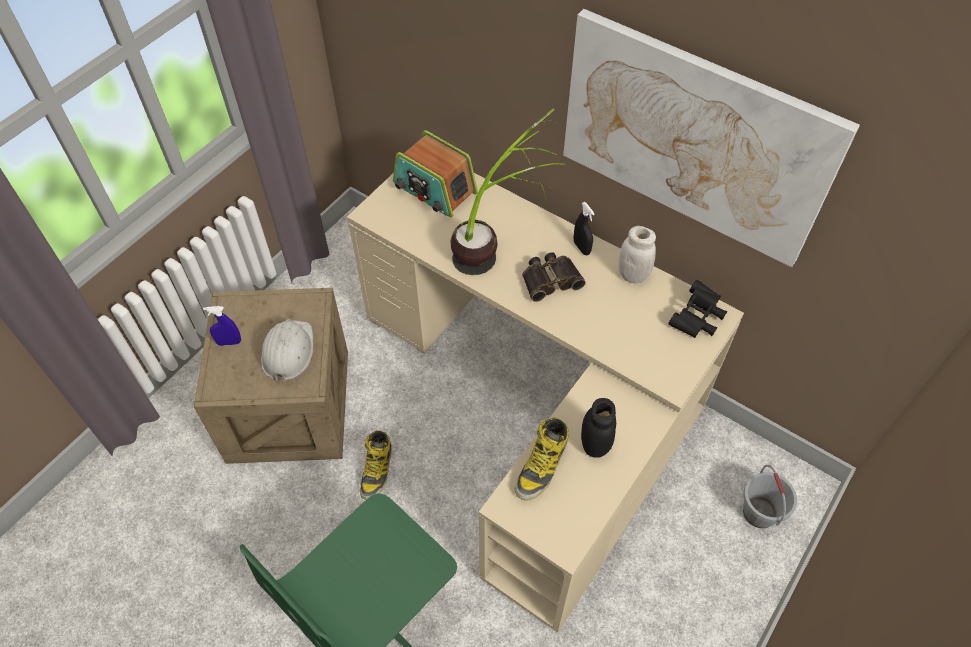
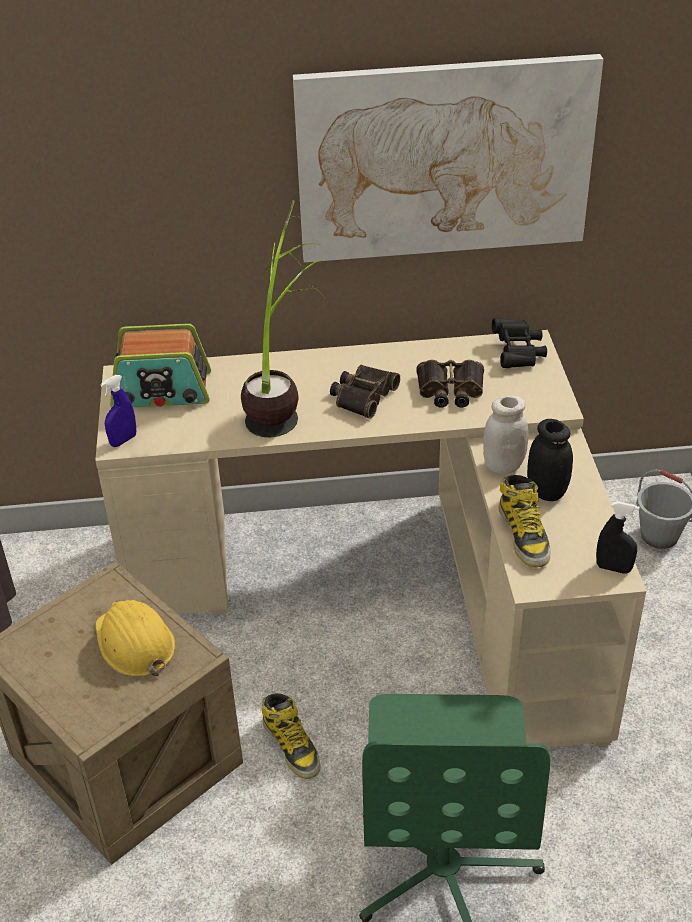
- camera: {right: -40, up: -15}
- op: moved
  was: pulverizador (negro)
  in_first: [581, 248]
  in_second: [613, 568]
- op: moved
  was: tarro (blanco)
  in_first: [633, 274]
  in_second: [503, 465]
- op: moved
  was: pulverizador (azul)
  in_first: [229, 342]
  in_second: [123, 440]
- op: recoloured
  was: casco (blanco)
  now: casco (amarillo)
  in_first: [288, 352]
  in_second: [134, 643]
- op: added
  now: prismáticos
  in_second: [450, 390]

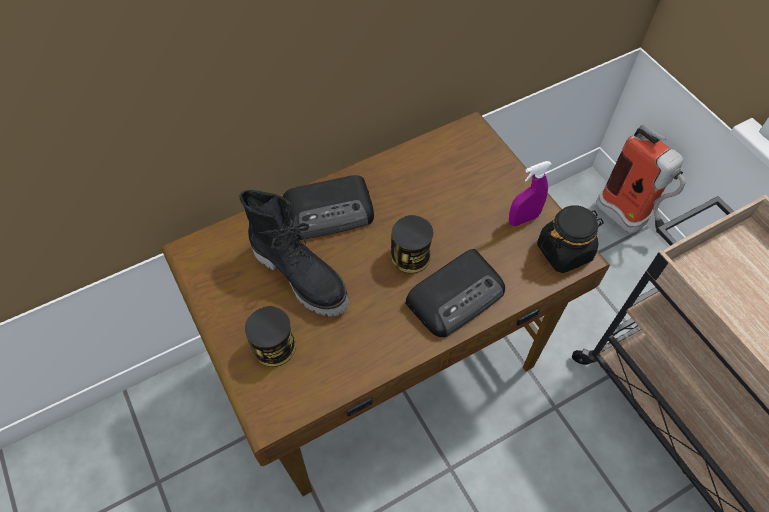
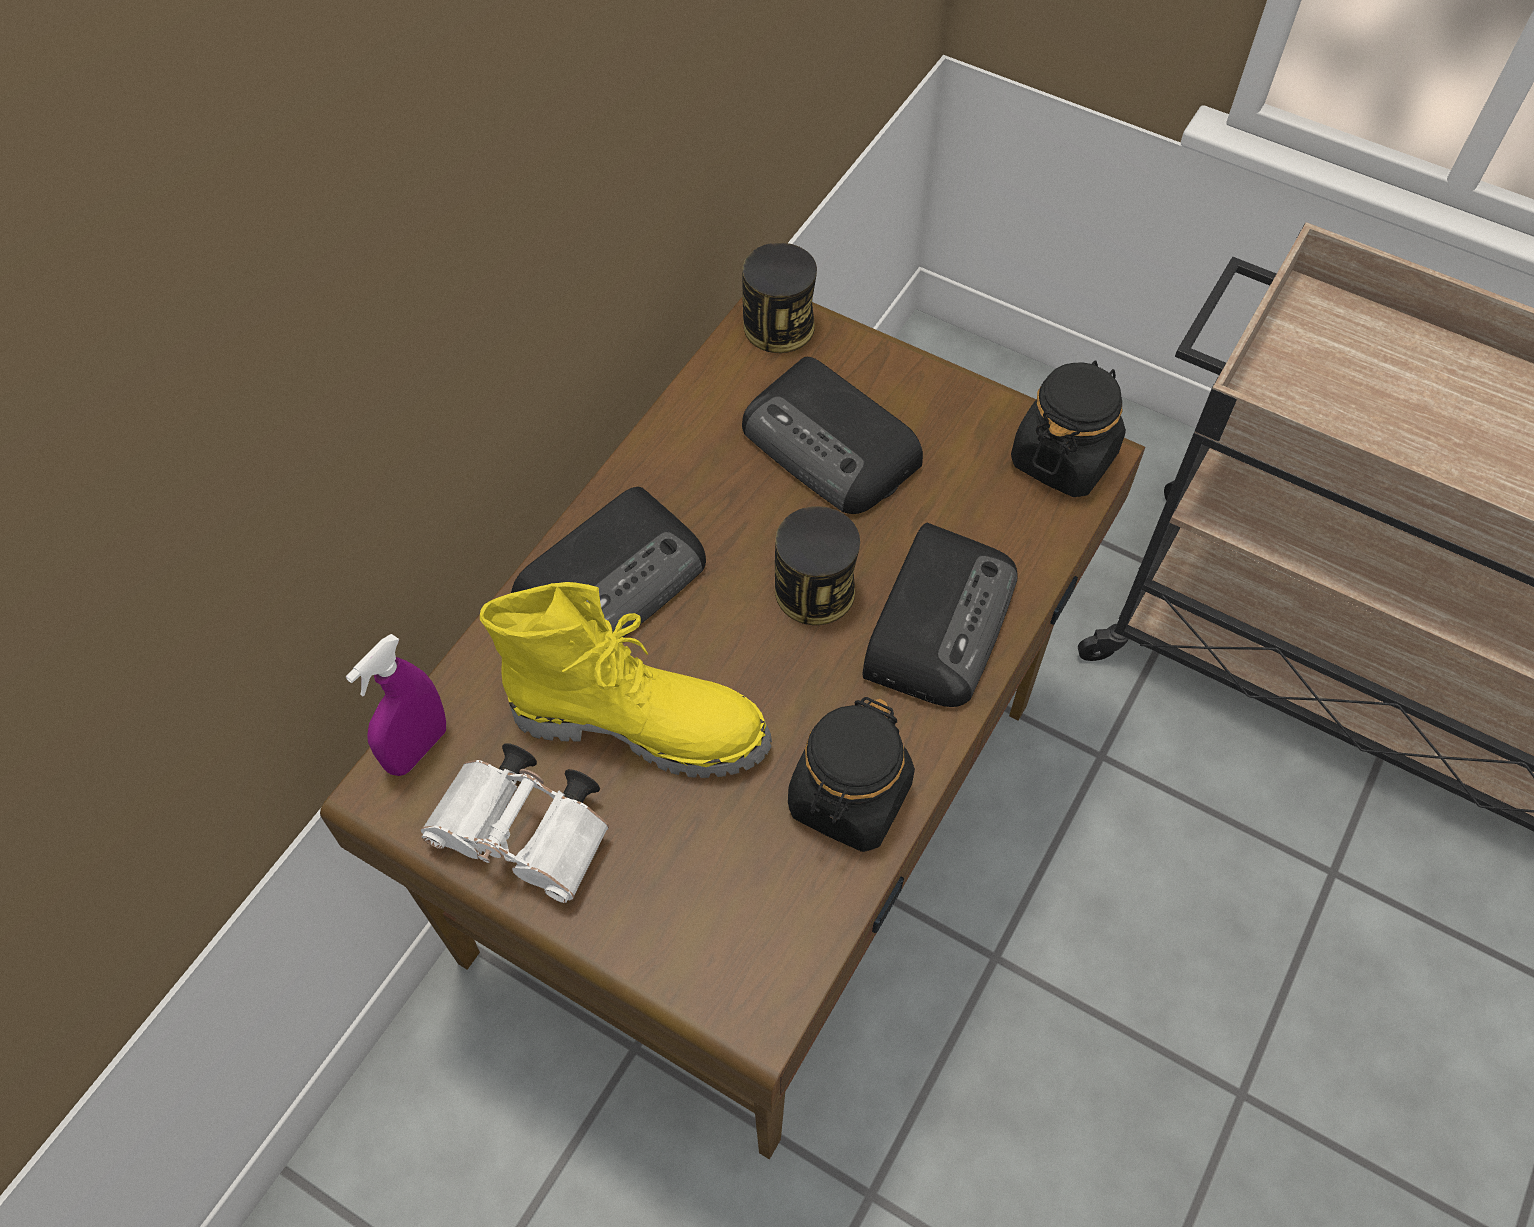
- camera: {right: -30, up: 0}
- op: removed
  was: extintor
  in_first: [627, 222]
- op: moved
  was: pulverizador (morado)
  in_first: [523, 219]
  in_second: [418, 749]
- op: recoloured
  was: bota (negro)
  now: bota (amarillo)
  in_first: [302, 275]
  in_second: [641, 724]
- op: moved
  was: lata
  in_first: [274, 346]
  in_second: [778, 326]
- op: added
  now: radio
  in_second: [832, 447]
- op: added
  now: tarro (negro)
  in_second: [849, 799]
- op: added
  now: prismáticos (blanco)
  in_second: [529, 836]

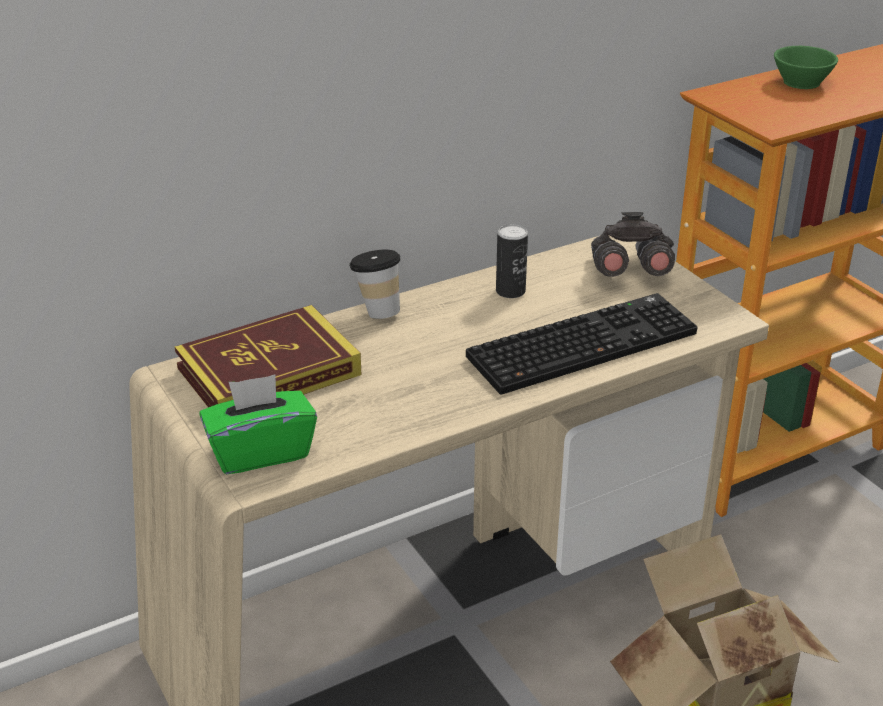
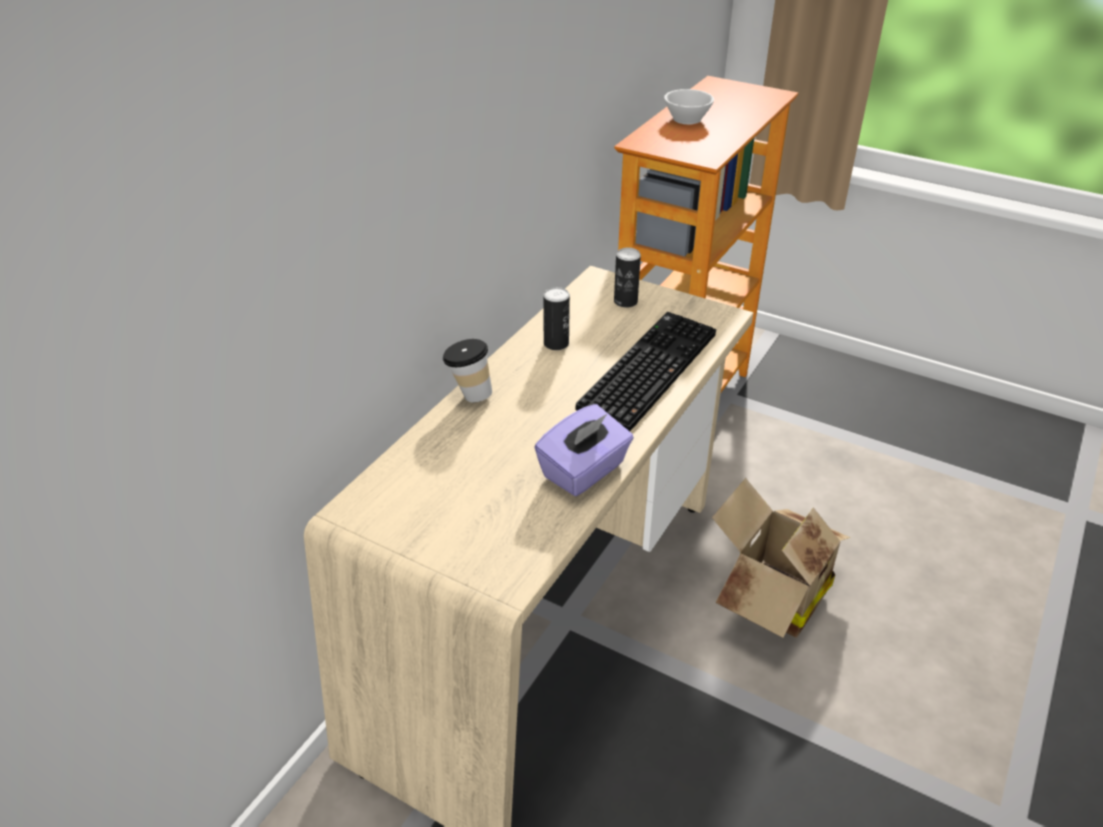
- camera: {right: -30, up: 5}
- op: recoloured
  was: taza (verde)
  now: taza (blanco)
  in_first: [799, 81]
  in_second: [685, 118]
- op: replaced
  was: prismáticos (gris)
  now: lata
  in_first: [627, 273]
  in_second: [625, 301]
- op: removed
  was: libro
  in_first: [269, 371]
- op: removed
  was: caja de pañuelos (verde)
  in_first: [260, 451]
- op: added
  now: caja de pañuelos (morado)
  in_second: [584, 471]

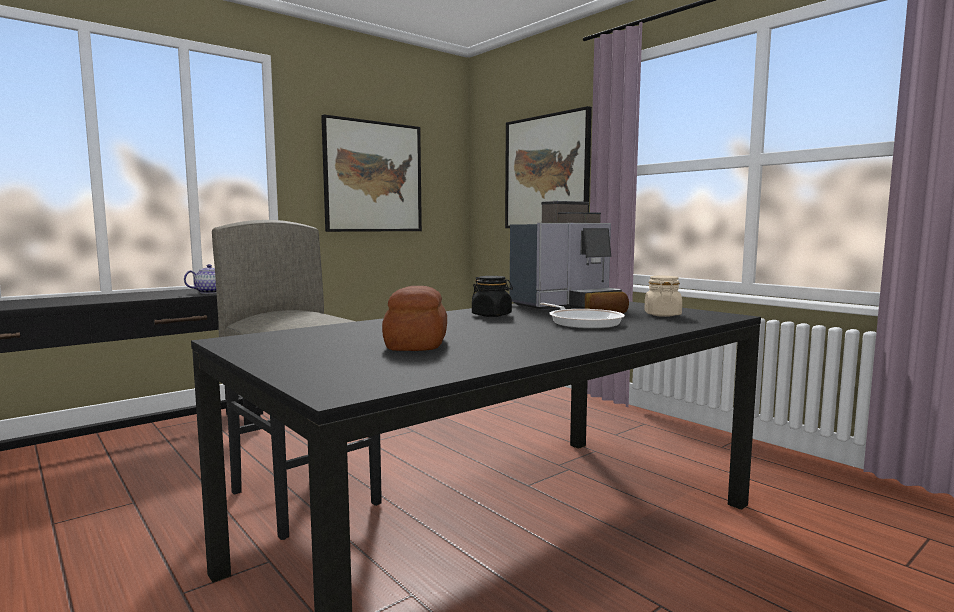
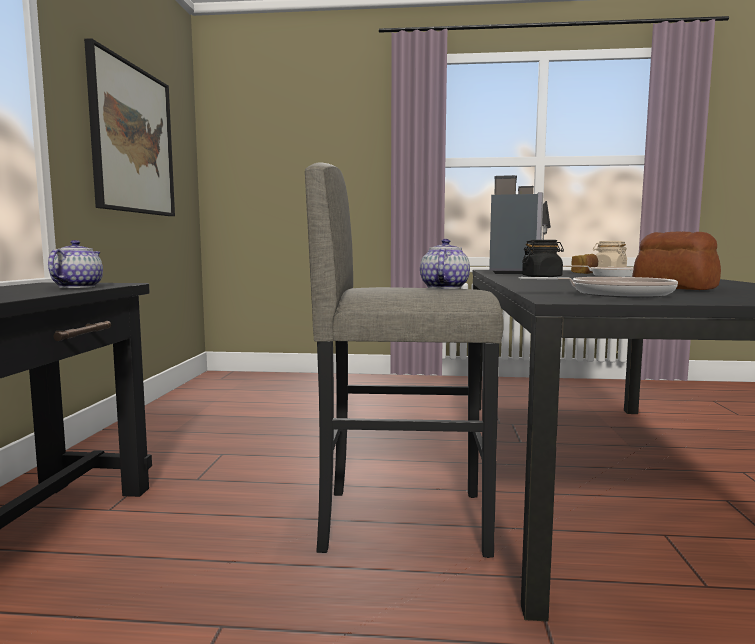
- camera: {right: -45, up: 0}
- op: removed
  was: cuadro
  in_first: [546, 172]
- op: added
  now: tetera
  in_second: [444, 287]
- op: added
  now: sartén
  in_second: [614, 294]

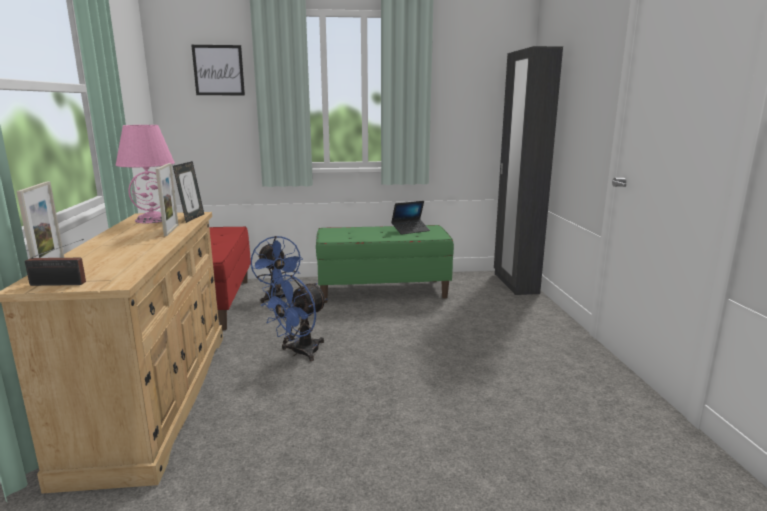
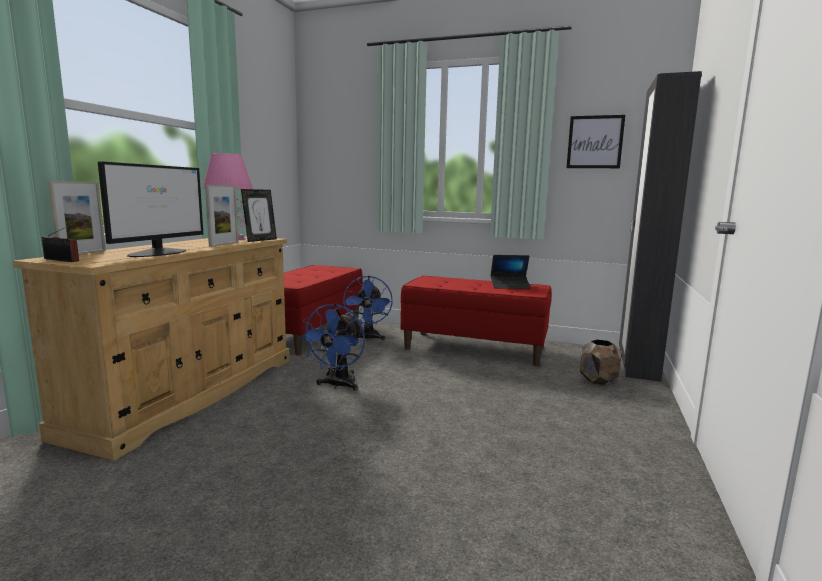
- camera: {right: 25, up: -5}
- op: moved
  was: cuadro
  in_first: [218, 70]
  in_second: [595, 142]
- op: recoloured
  was: banco (verde)
  now: banco (rojo)
  in_first: [383, 290]
  in_second: [474, 348]
- op: turned
  was: ventilador (azul)
  in_first: [299, 353]
  in_second: [338, 385]
  clockwise: -45
- op: added
  now: monitor
  in_second: [159, 253]
- op: added
  now: maceta (marrón)
  in_second: [598, 380]

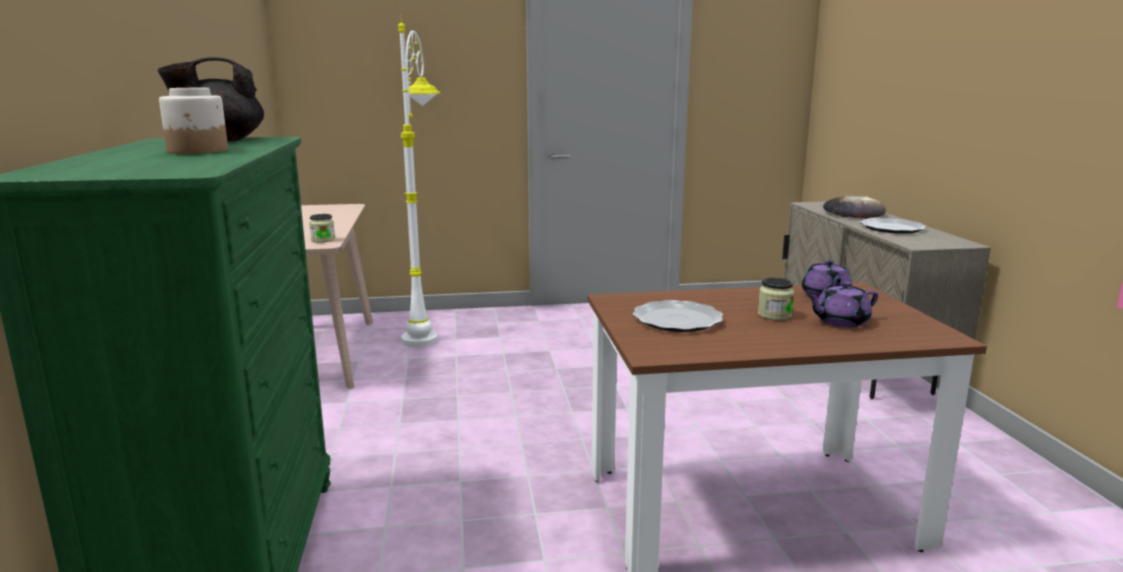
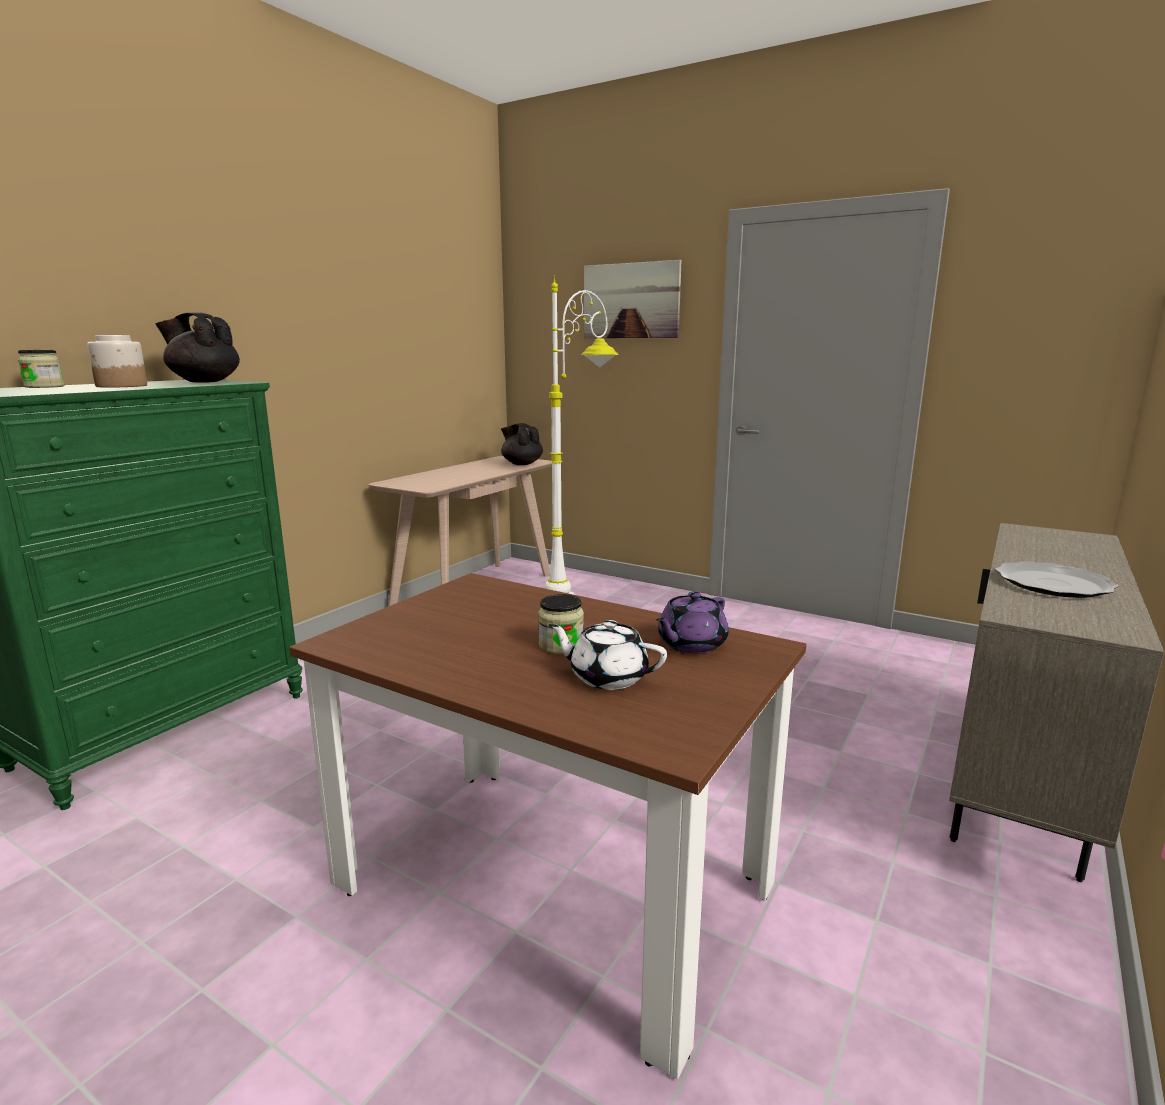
- camera: {right: 40, up: 0}
- op: removed
  was: pan
  in_first: [853, 213]
- op: moved
  was: tarro
  in_first: [323, 240]
  in_second: [44, 387]
- op: recoloured
  was: tetera (morado)
  now: tetera (blanco)
  in_first: [840, 321]
  in_second: [607, 677]
- op: removed
  was: plato
  in_first: [676, 320]
- op: added
  now: cuadro
  in_second: [631, 301]
- op: added
  now: tetera (negro)
  in_second: [521, 464]

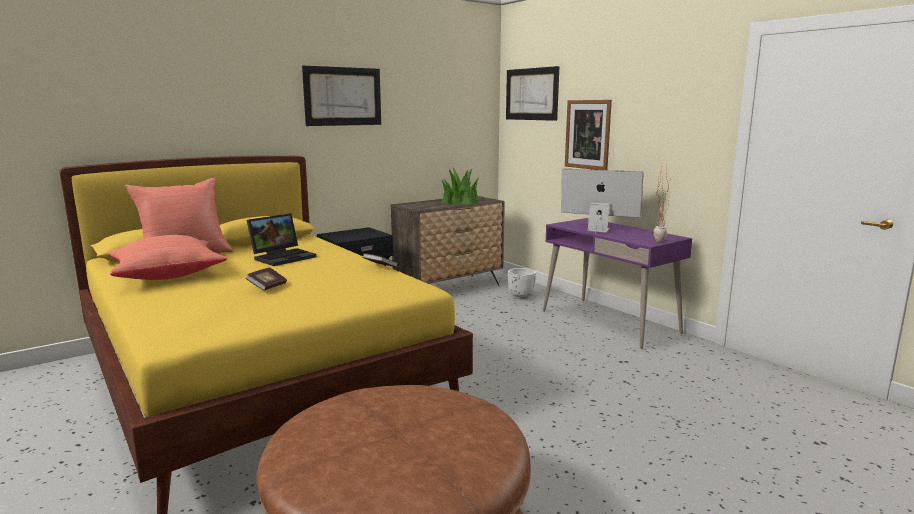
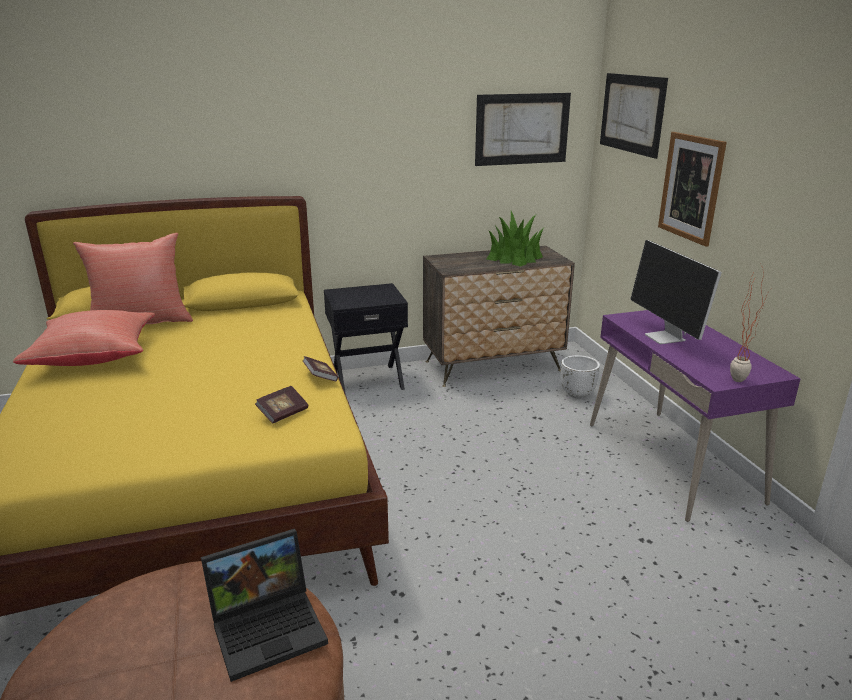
- camera: {right: 20, up: 10}
- op: moved
  was: cuadro
  in_first: [343, 96]
  in_second: [522, 129]
- op: turned
  was: monitor
  in_first: [597, 230]
  in_second: [666, 338]
  clockwise: -150
- op: moved
  was: portátil
  in_first: [283, 257]
  in_second: [270, 626]
- op: moved
  was: libro
  in_first: [267, 287]
  in_second: [283, 413]

